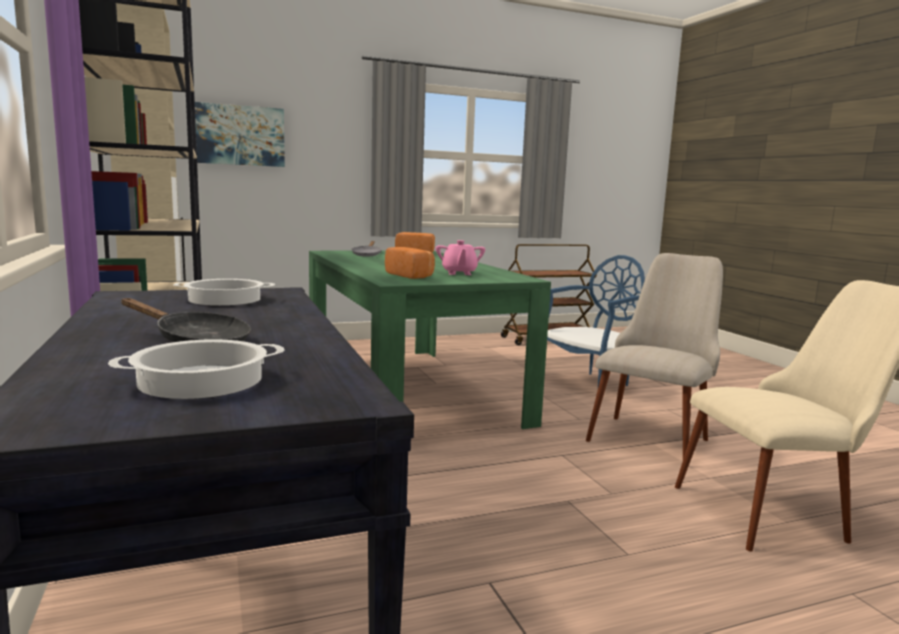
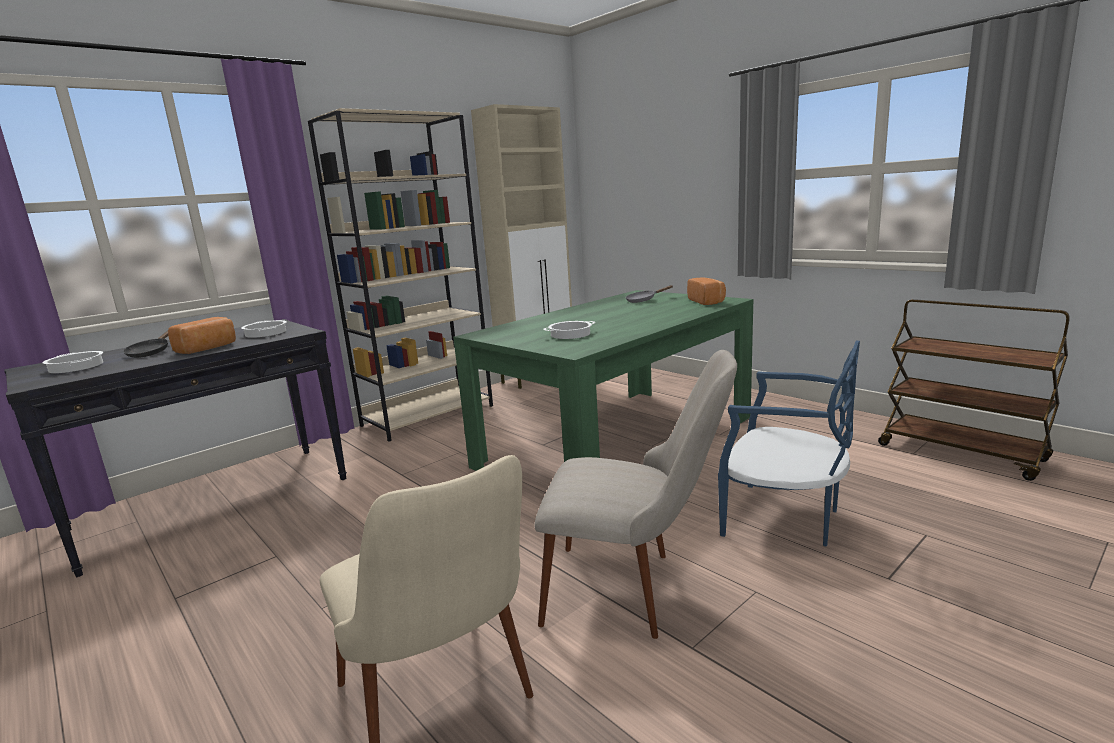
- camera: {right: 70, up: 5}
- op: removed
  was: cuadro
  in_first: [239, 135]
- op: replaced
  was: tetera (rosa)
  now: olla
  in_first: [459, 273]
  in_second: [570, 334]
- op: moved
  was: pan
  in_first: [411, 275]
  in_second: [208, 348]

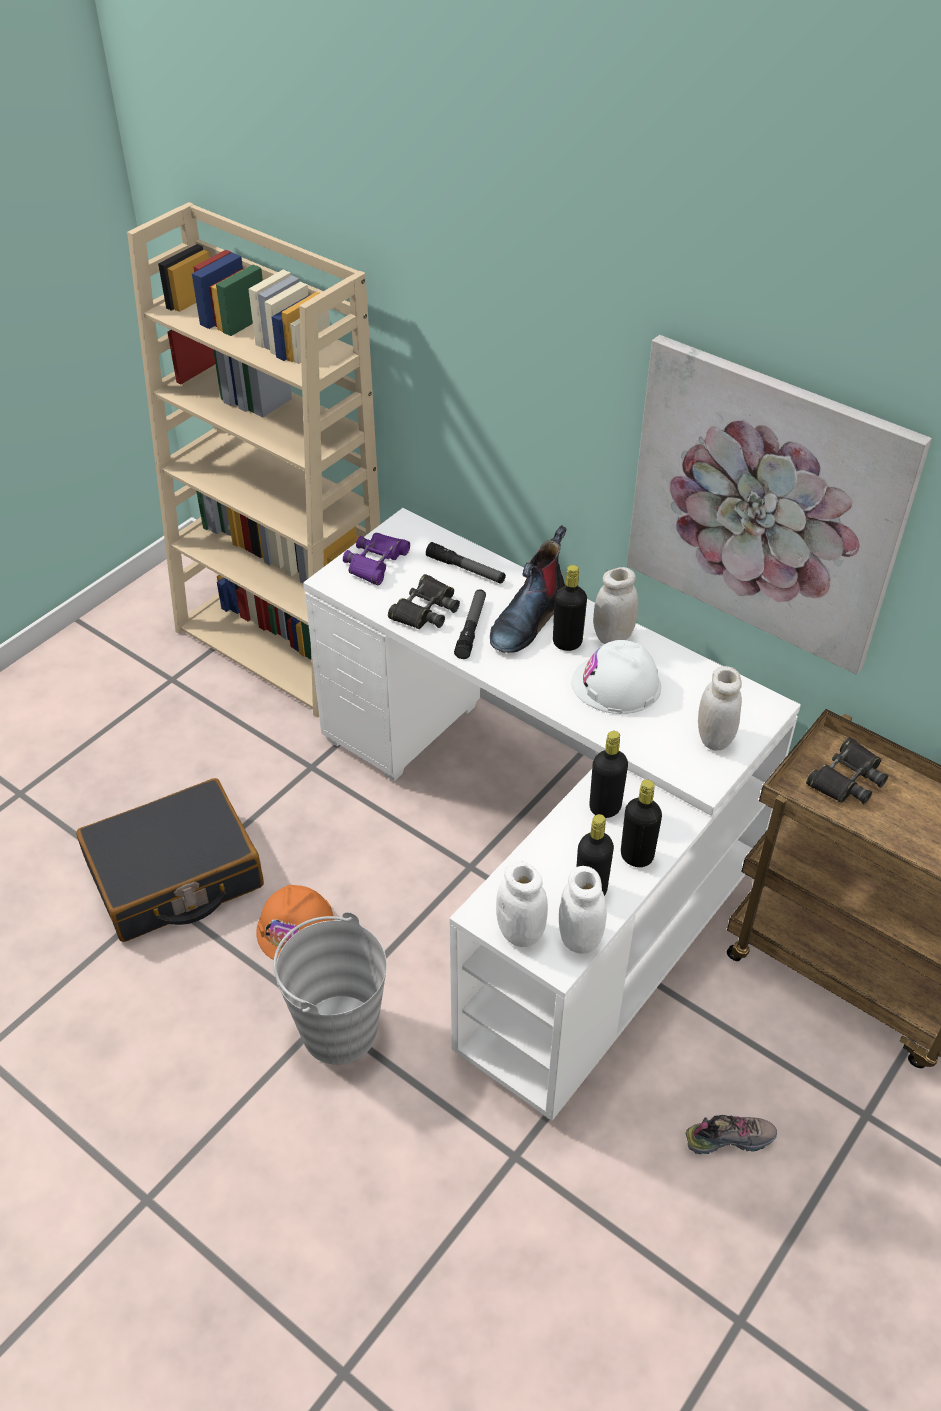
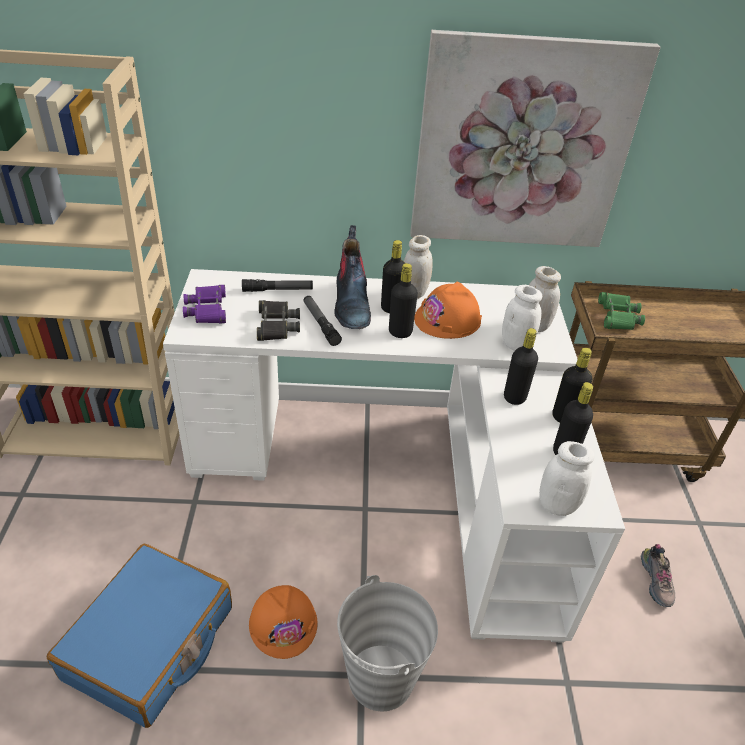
- camera: {right: -40, up: -5}
- op: recoloured
  was: casco (blanco)
  now: casco (naranja)
  in_first: [616, 685]
  in_second: [448, 319]
- op: recoloured
  was: prismáticos (negro)
  now: prismáticos (verde)
  in_first: [846, 778]
  in_second: [617, 316]
- op: recoloured
  was: maleta (negro)
  now: maleta (azul)
  in_first: [175, 876]
  in_second: [150, 643]
- op: moved
  was: tarro (blanco)
  in_first: [579, 938]
  in_second: [516, 344]
- op: turned
  was: zapato
  in_first: [729, 1138]
  in_second: [657, 582]
  clockwise: 135
- op: added
  now: botella (negro)
  in_second: [400, 332]

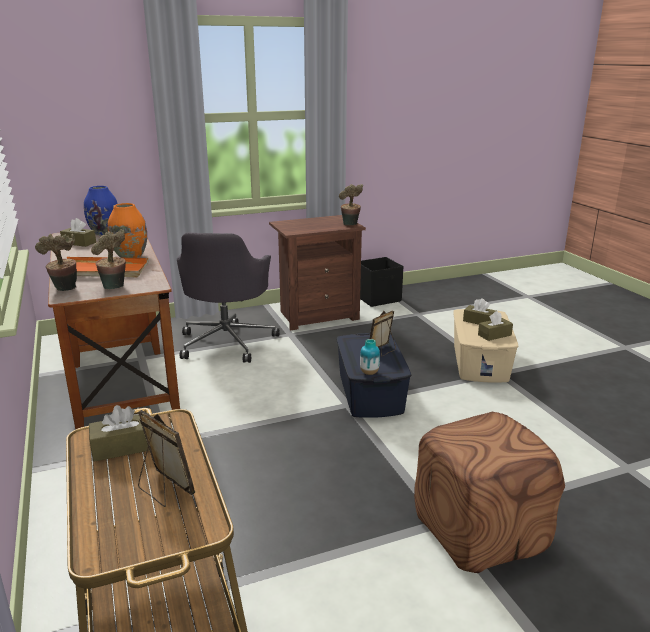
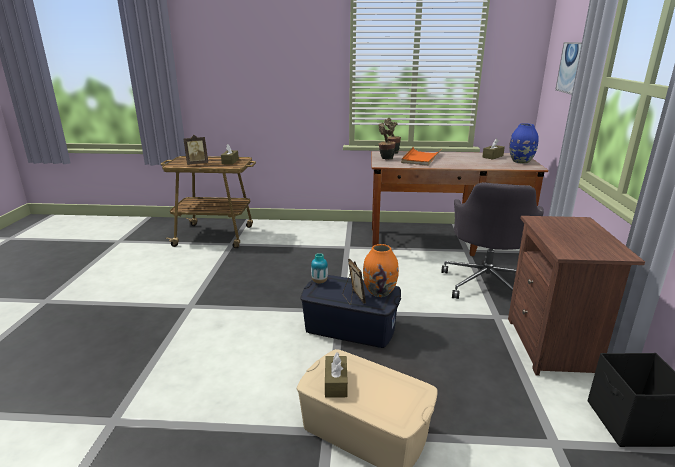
- camera: {right: 115, up: 0}
- op: removed
  was: planta en maceta
  in_first: [350, 225]
- op: moved
  was: florero (naranja)
  in_first: [130, 256]
  in_second: [380, 292]
- op: turned
  was: silla de oficina (gris)
  in_first: [227, 342]
  in_second: [486, 283]
  clockwise: -105
- op: removed
  was: caja de pañuelos (marrón)
  in_first: [479, 321]
- op: removed
  was: puf (marrón)
  in_first: [478, 530]
- op: added
  now: cuadro
  in_second: [571, 67]

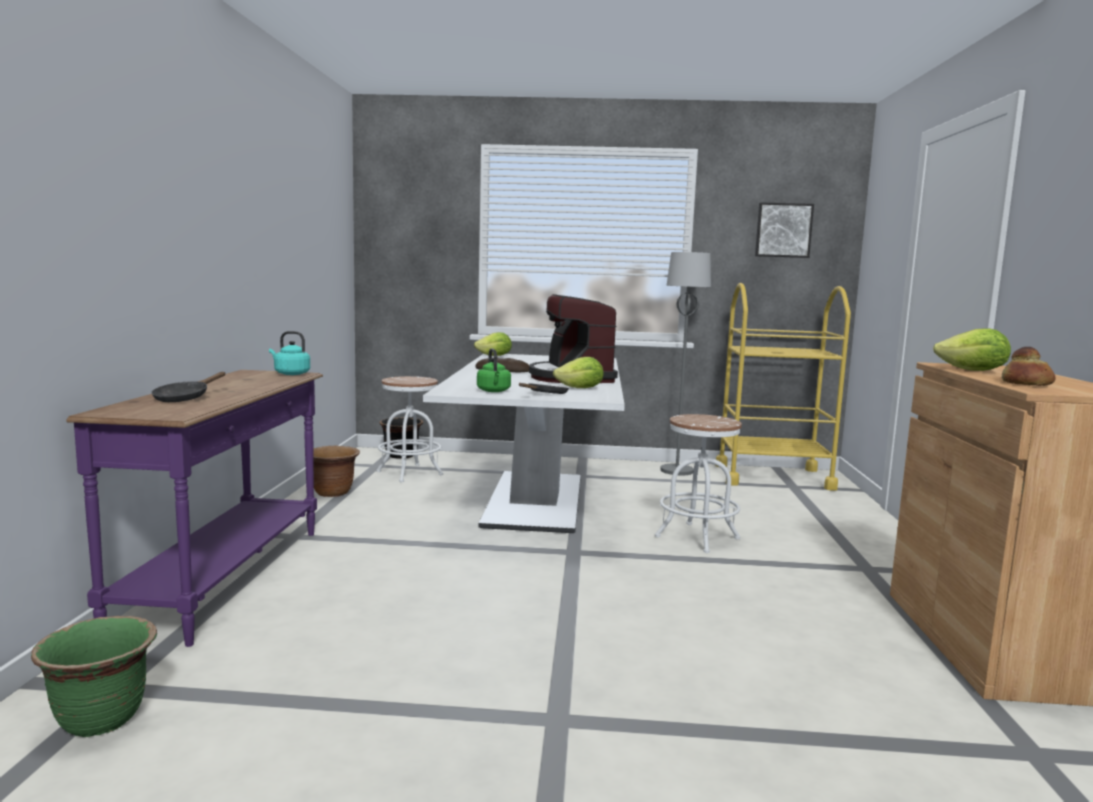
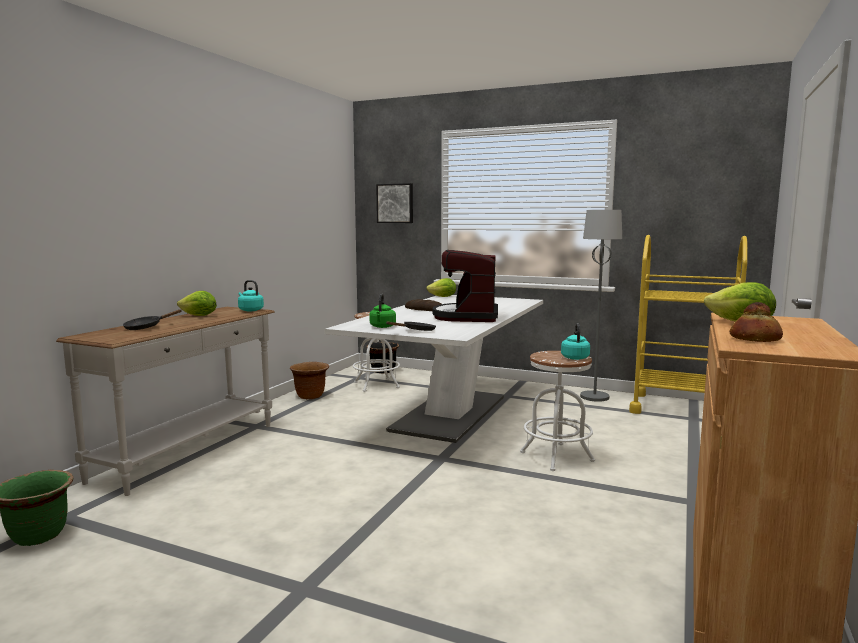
- camera: {right: 20, up: 0}
- op: moved
  was: cuadro
  in_first: [783, 230]
  in_second: [395, 203]
- op: moved
  was: lechuga
  in_first: [580, 388]
  in_second: [199, 316]
- op: recoloured
  was: mesa consola (morado)
  now: mesa consola (blanco)
  in_first: [227, 578]
  in_second: [189, 451]
- op: added
  now: hervidor (turquesa)
  in_second: [575, 357]

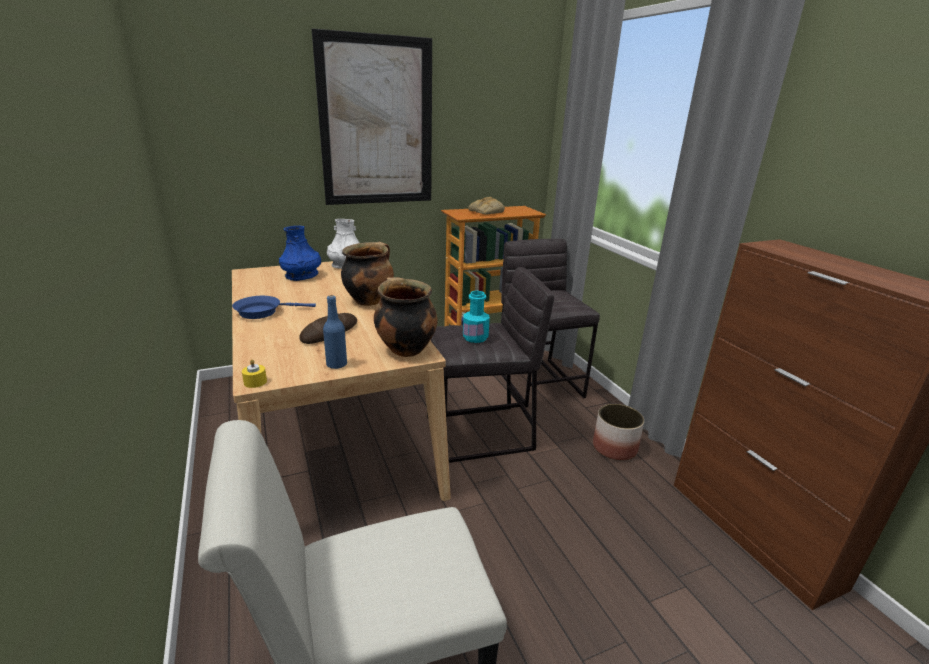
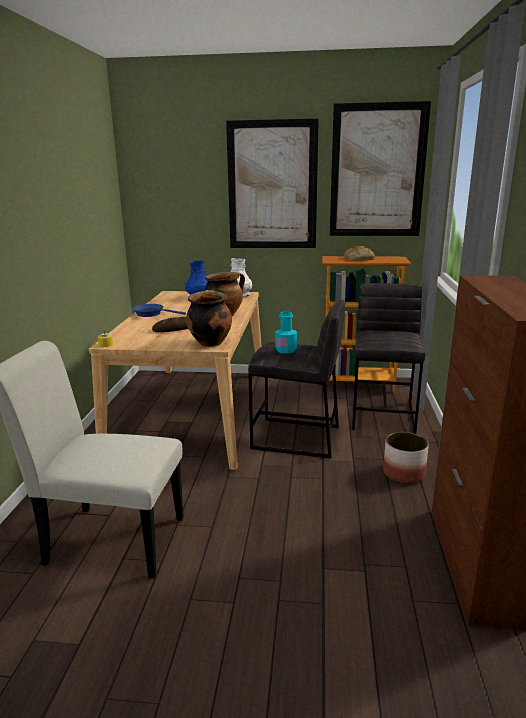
- camera: {right: 30, up: -5}
- op: removed
  was: botella (azul)
  in_first: [336, 364]
- op: added
  now: cuadro
  in_second: [377, 171]

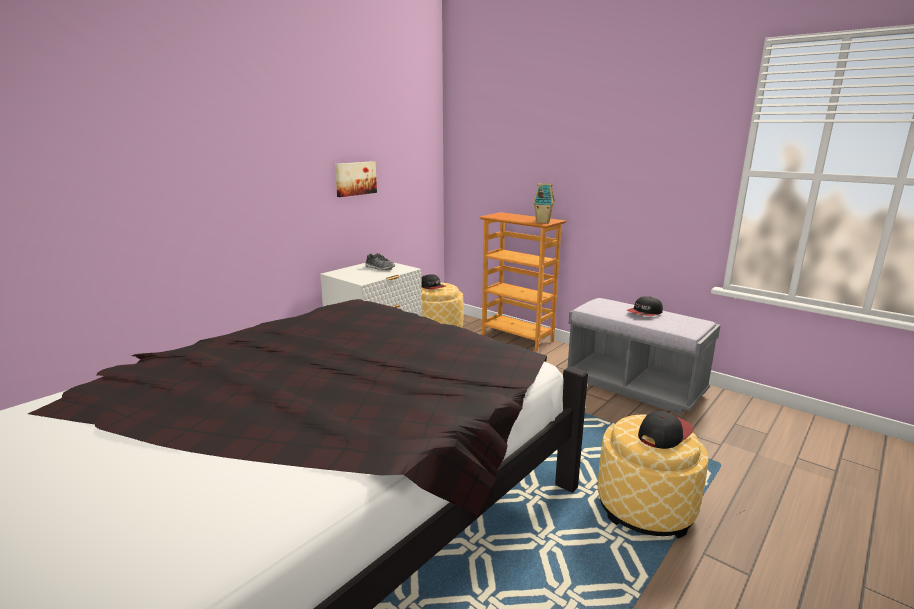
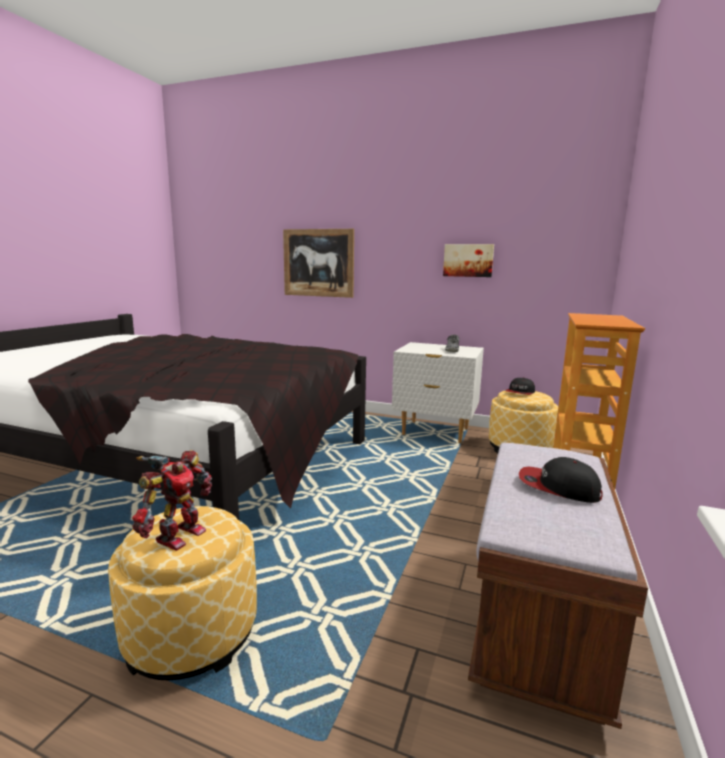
- camera: {right: 70, up: -5}
- op: removed
  was: casita
  in_first: [542, 221]
- op: recoloured
  was: banco (gris)
  now: banco (marrón)
  in_first: [634, 386]
  in_second: [538, 618]
- op: replaced
  was: gorra
  now: robot de juguete
  in_first: [664, 433]
  in_second: [178, 535]
- op: added
  now: cuadro
  in_second: [318, 263]

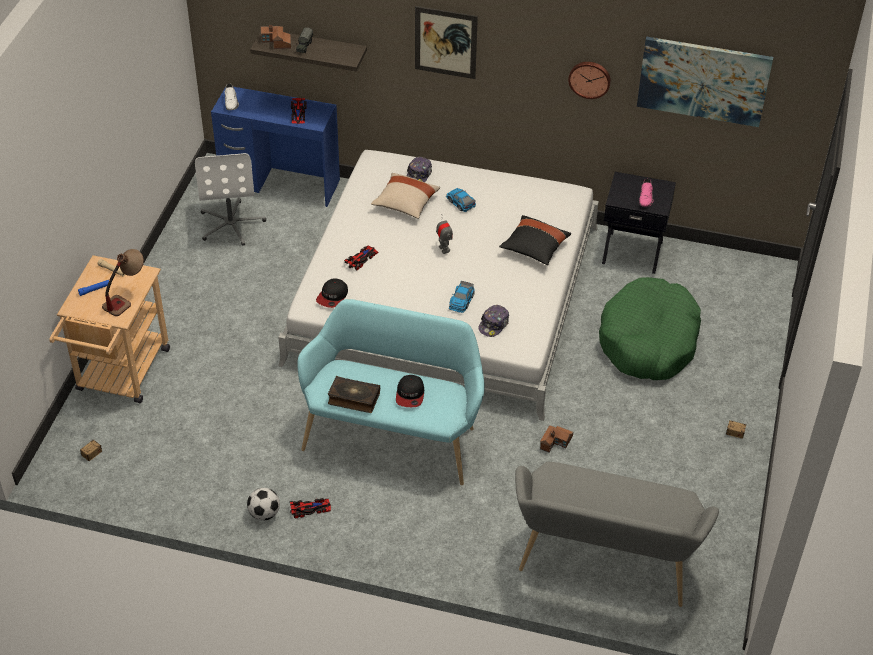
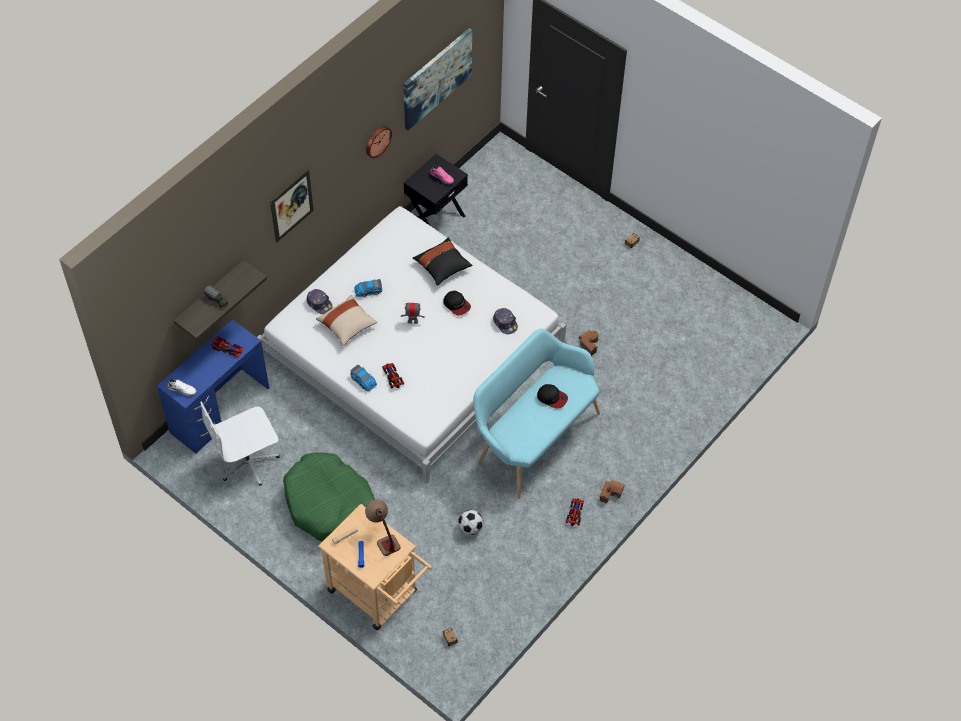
- camera: {right: -65, up: 10}
- op: moved
  was: casita
  in_first: [276, 42]
  in_second: [611, 493]
- op: turned
  was: silla de oficina (blanco)
  in_first: [231, 224]
  in_second: [248, 461]
  clockwise: 135
- op: moved
  was: cama para perro (verde)
  in_first: [648, 341]
  in_second: [330, 505]
- op: moved
  was: gorra
  in_first: [332, 296]
  in_second: [457, 304]
- op: moved
  was: coche de juguete
  in_first: [461, 301]
  in_second: [363, 380]
- op: removed
  was: libro
  in_first: [353, 399]
- op: removed
  was: banco (gris)
  in_first: [604, 564]
- op: moved
  was: balón de fútbol
  in_first: [264, 513]
  in_second: [470, 528]

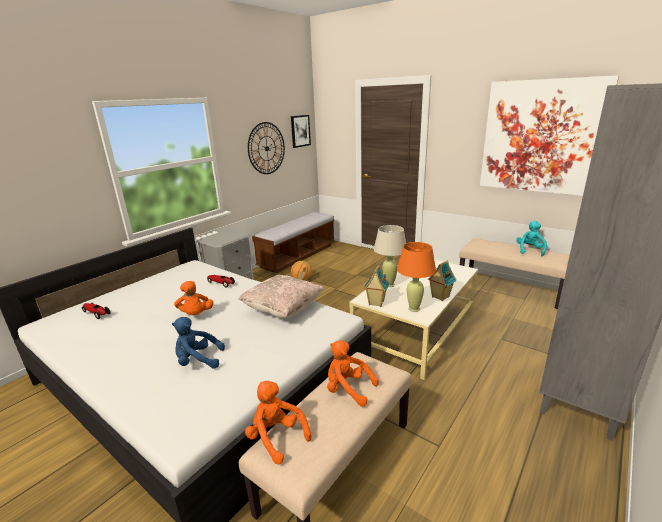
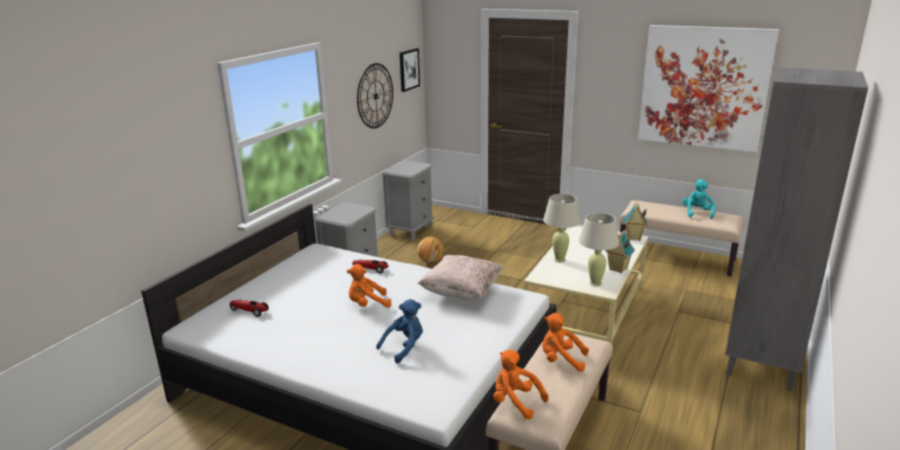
- camera: {right: -10, up: 0}
- op: replaced
  was: banco
  now: mesita de noche (gris)
  in_first: [298, 256]
  in_second: [410, 230]
- op: recoloured
  was: lámpara de mesa (naranja)
  now: lámpara de mesa (beis)
  in_first: [414, 309]
  in_second: [595, 283]
- op: moved
  was: casita
  in_first: [376, 303]
  in_second: [633, 238]
- op: turned
  was: peluche (naranja)
  in_first: [195, 315]
  in_second: [367, 304]
  clockwise: 105
- op: turned
  was: peluche (azul)
  in_first: [198, 361]
  in_second: [404, 347]
  clockwise: 150

